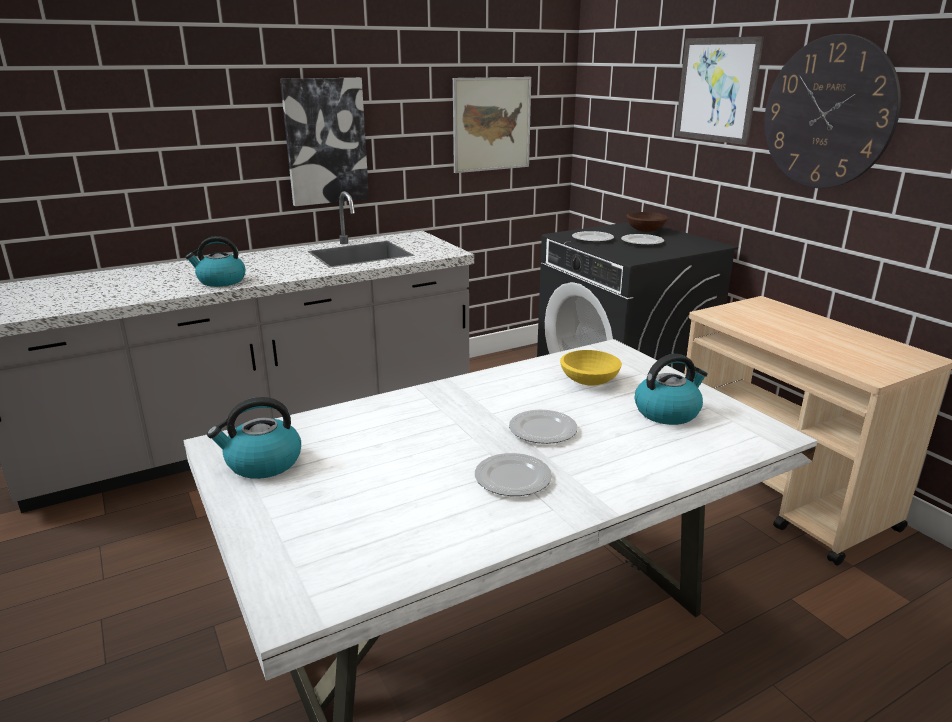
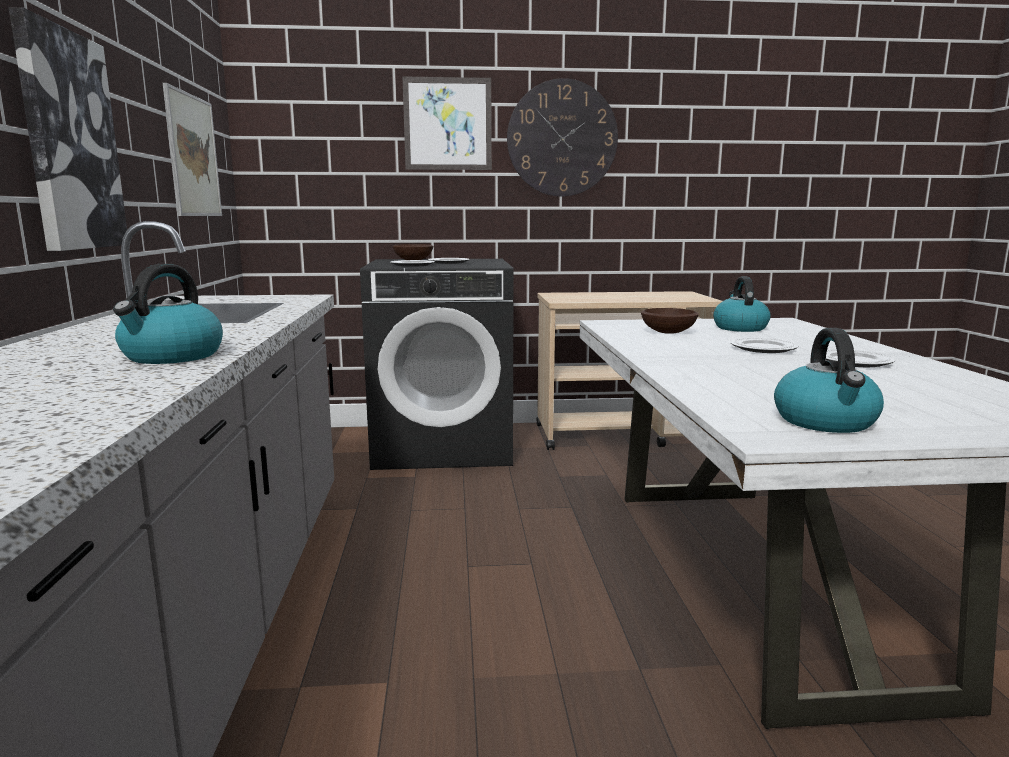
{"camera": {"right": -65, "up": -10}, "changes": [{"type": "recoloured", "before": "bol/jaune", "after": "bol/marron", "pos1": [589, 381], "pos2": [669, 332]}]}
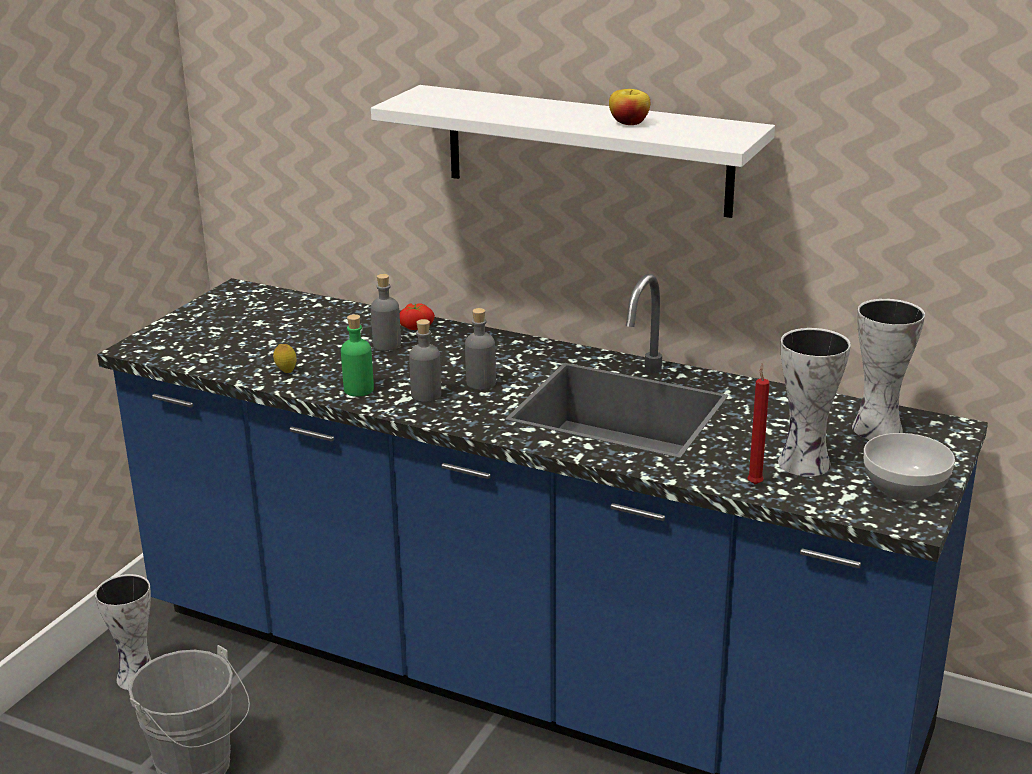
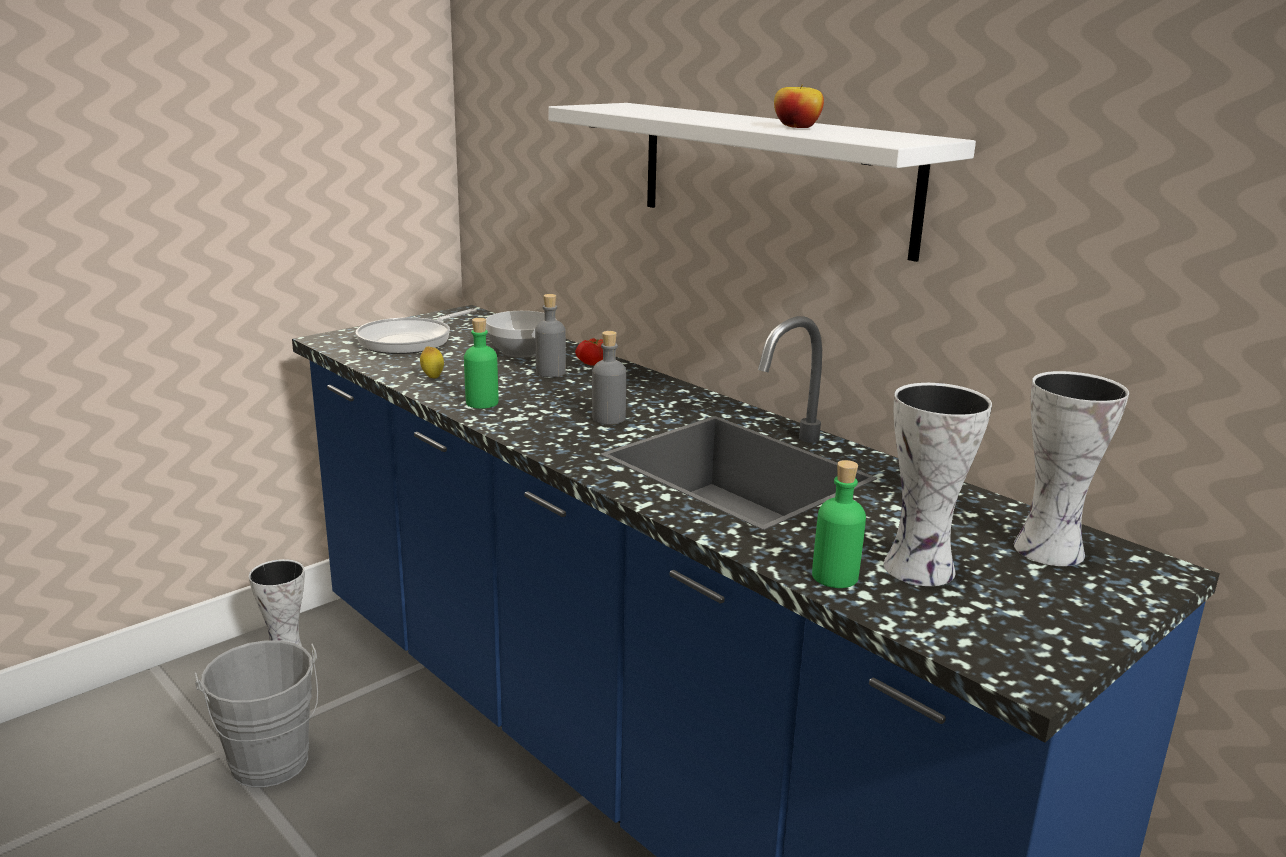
{"camera": {"right": 20, "up": -5}, "changes": [{"type": "removed", "before": "bouteille/gris", "pos1": [426, 395]}, {"type": "replaced", "before": "bougie/rouge", "after": "bouteille/vert", "pos1": [754, 483], "pos2": [835, 576]}, {"type": "moved", "before": "bol", "pos1": [903, 488], "pos2": [521, 351]}, {"type": "added", "after": "poêle", "pos2": [410, 341]}]}
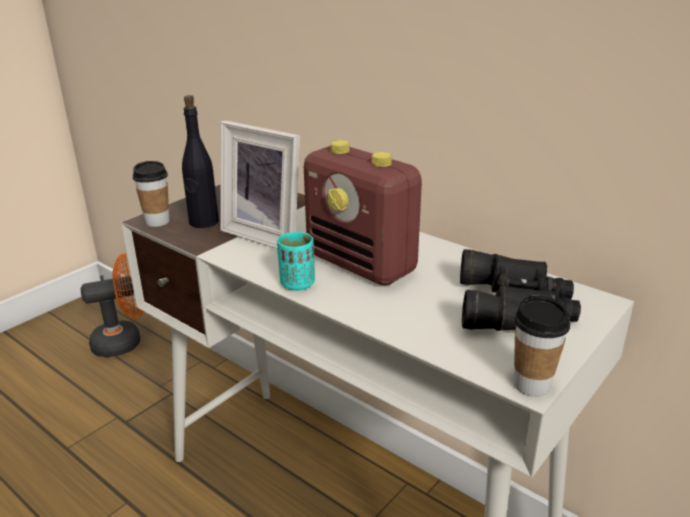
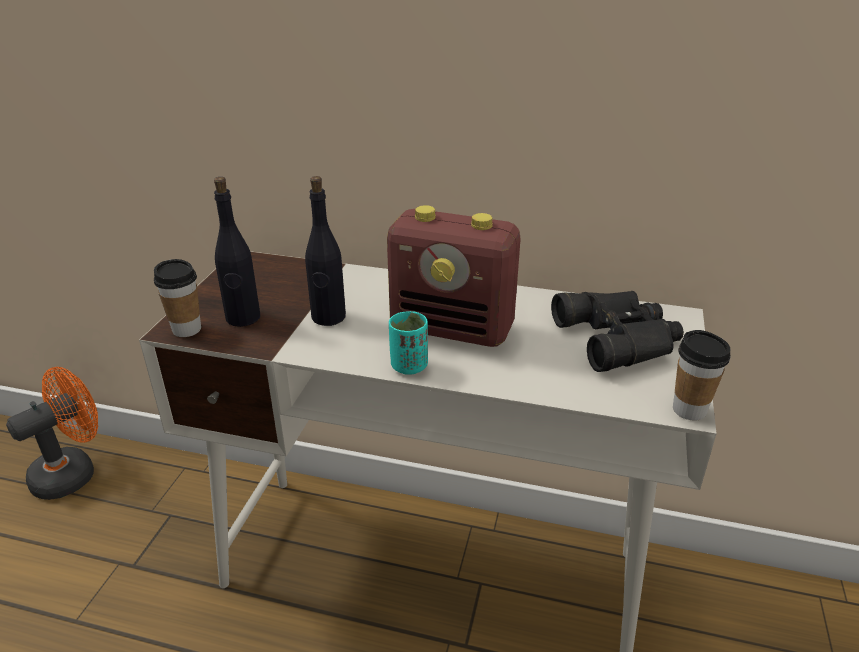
{"camera": {"right": -25, "up": 5}, "changes": [{"type": "replaced", "before": "cadre photo", "after": "bouteille/noir", "pos1": [267, 234], "pos2": [328, 317]}]}
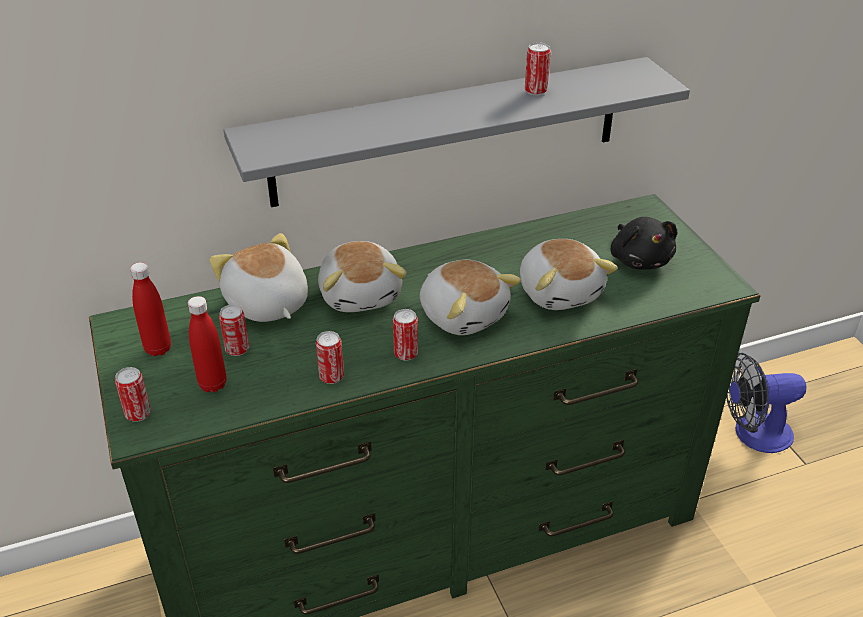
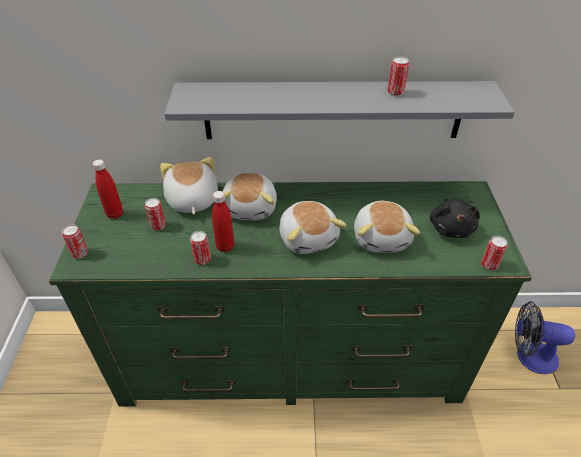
{"camera": {"right": 20, "up": 5}, "changes": [{"type": "moved", "before": "bouteille/rouge", "pos1": [213, 384], "pos2": [225, 246]}, {"type": "moved", "before": "boîte métallique", "pos1": [406, 354], "pos2": [489, 265]}]}
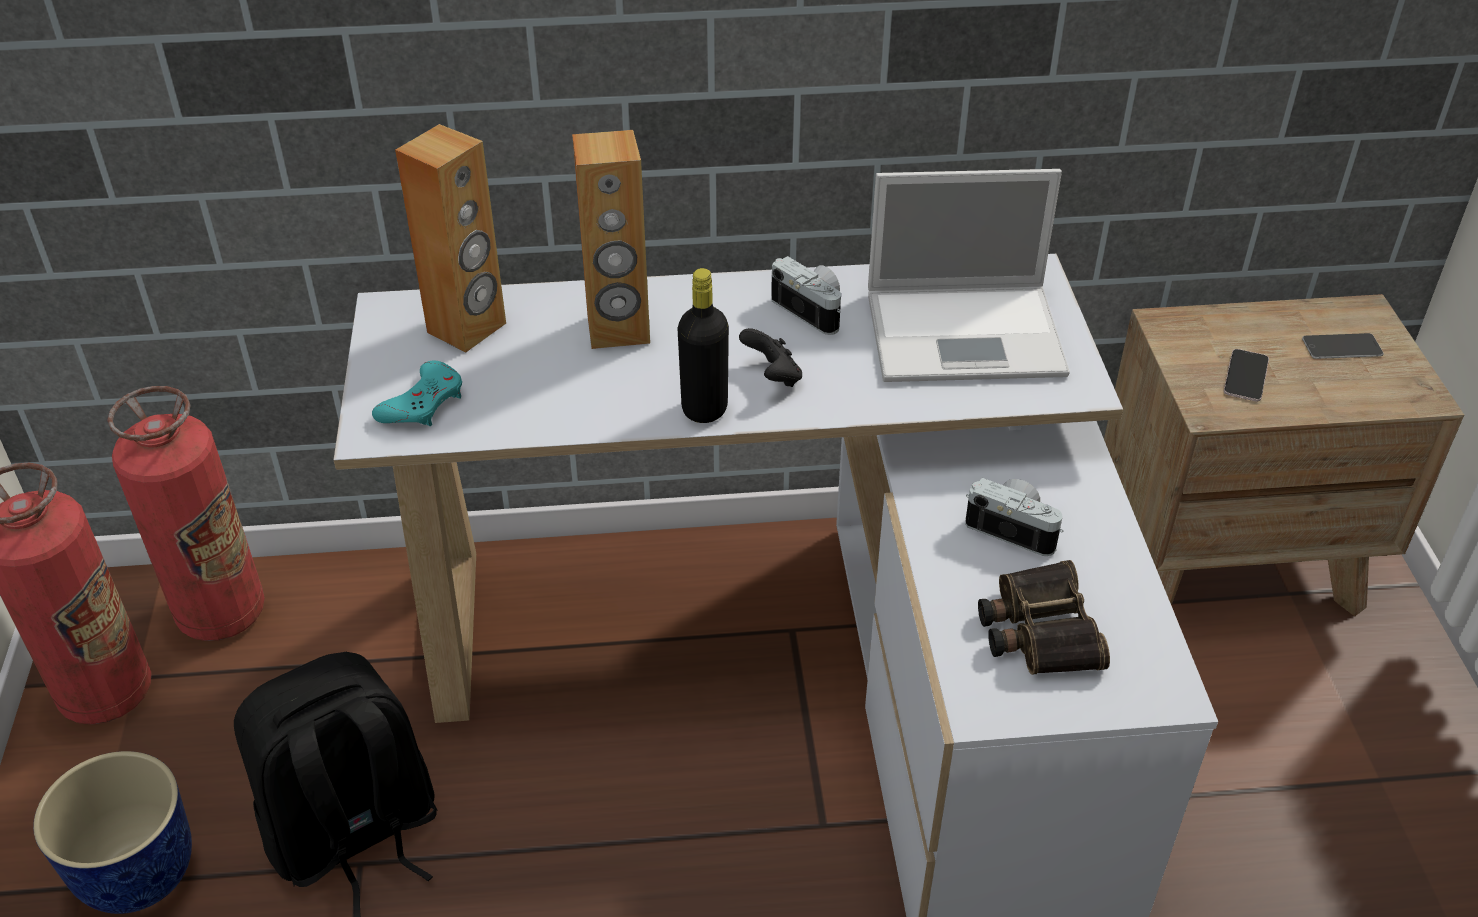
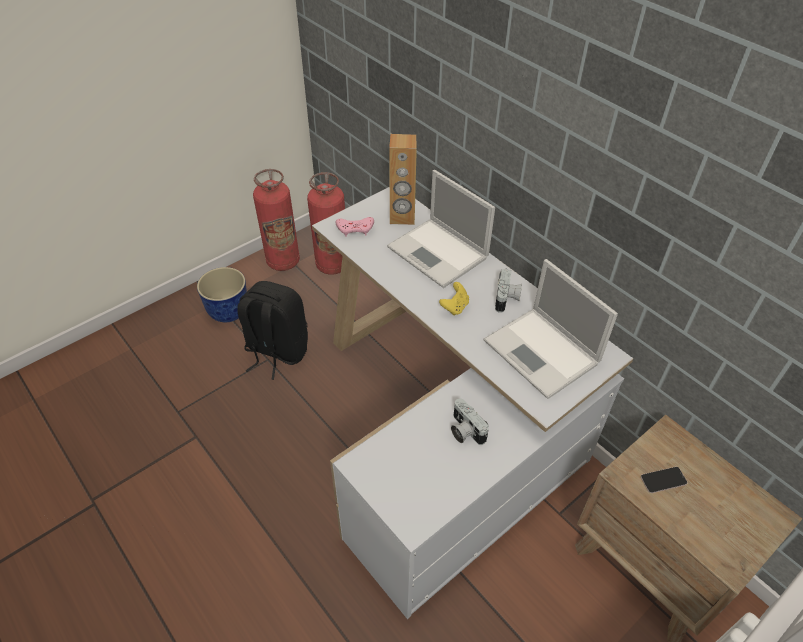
{"camera": {"right": 55, "up": 5}, "changes": [{"type": "recoloured", "before": "manette/turquoise", "after": "manette/rose", "pos1": [423, 403], "pos2": [355, 229]}, {"type": "replaced", "before": "enceinte/marron", "after": "ordinateur portable", "pos1": [618, 330], "pos2": [439, 253]}, {"type": "removed", "before": "bouteille/noir", "pos1": [704, 409]}, {"type": "recoloured", "before": "manette/noir", "after": "manette/jaune", "pos1": [773, 377], "pos2": [455, 307]}, {"type": "turned", "before": "appareil photo", "pos1": [1014, 528], "pos2": [464, 431], "turn": 150}, {"type": "removed", "before": "jumelles", "pos1": [1038, 630]}, {"type": "removed", "before": "téléphone", "pos1": [1342, 346]}]}
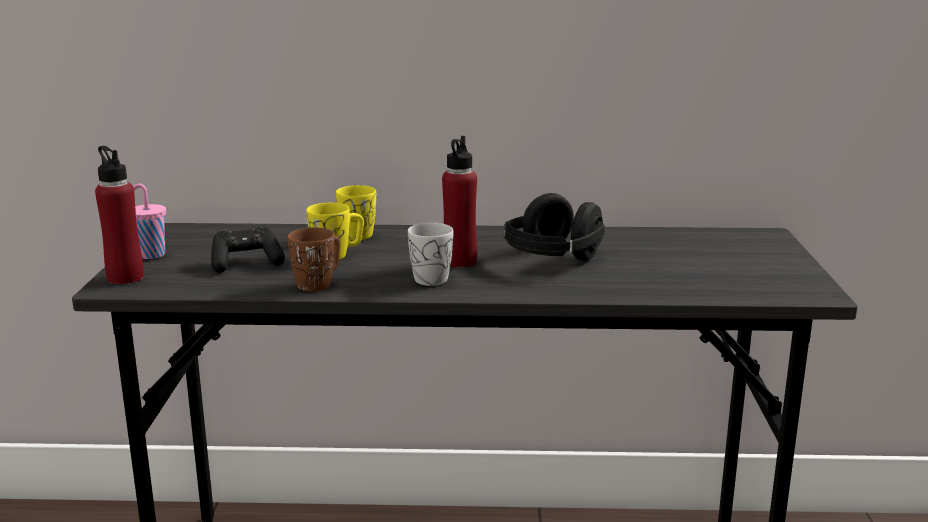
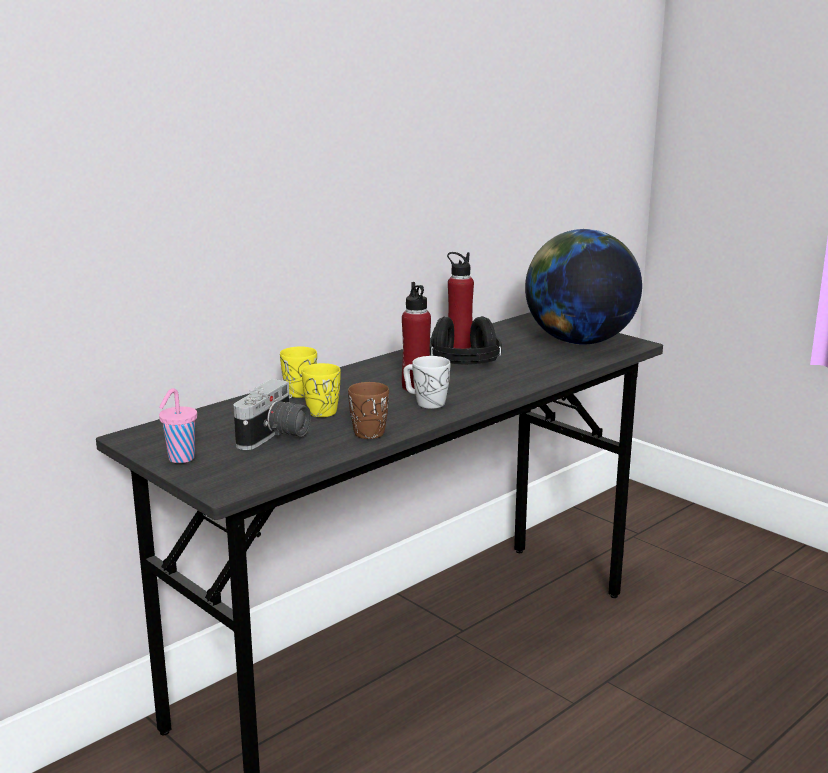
{"camera": {"right": -45, "up": 0}, "changes": [{"type": "moved", "before": "bouteille/rouge", "pos1": [125, 278], "pos2": [459, 345]}, {"type": "replaced", "before": "manette/noir", "after": "appareil photo", "pos1": [246, 263], "pos2": [276, 437]}, {"type": "added", "after": "globe", "pos2": [579, 341]}]}
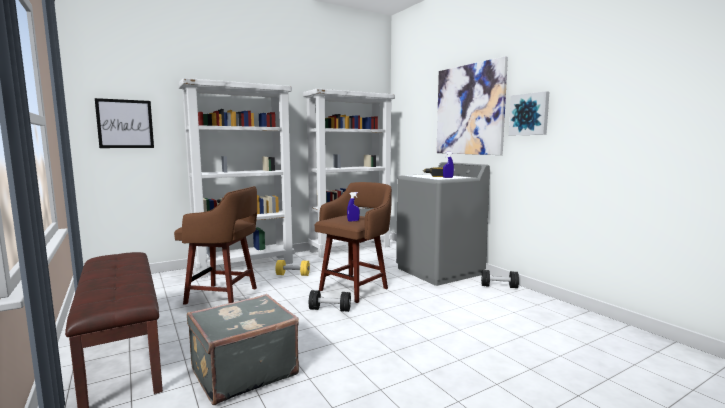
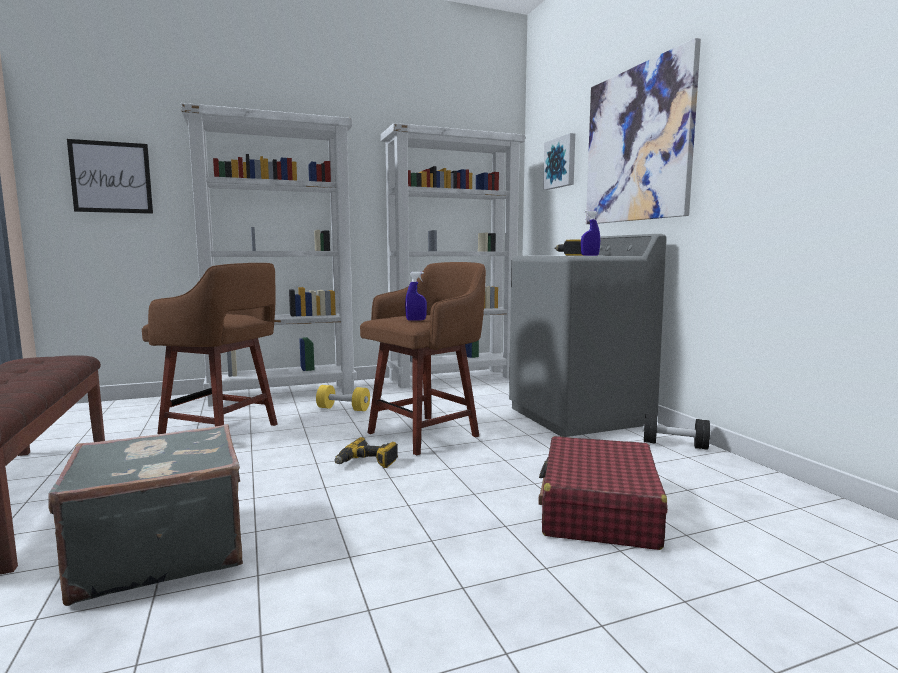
{"camera": {"right": 10, "up": 0}, "changes": [{"type": "replaced", "before": "haltère/noir", "after": "perceuse", "pos1": [330, 309], "pos2": [366, 462]}, {"type": "moved", "before": "tableau", "pos1": [529, 114], "pos2": [561, 163]}, {"type": "added", "after": "valise/rouge", "pos2": [598, 509]}]}
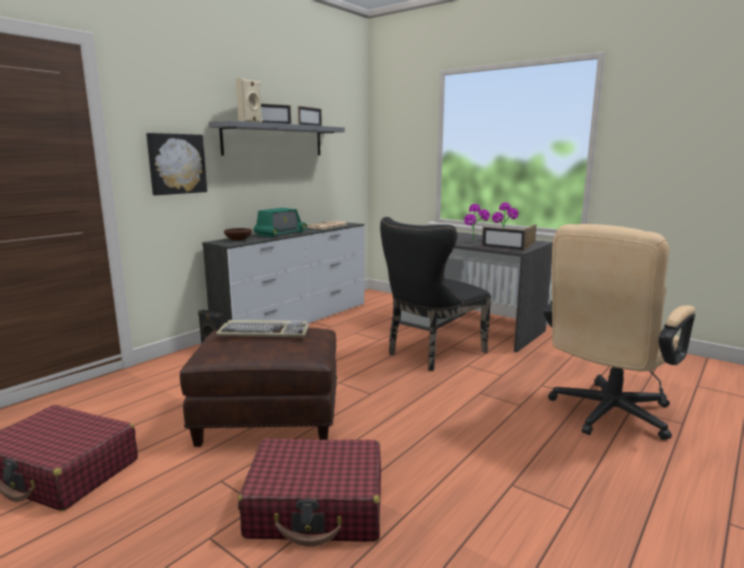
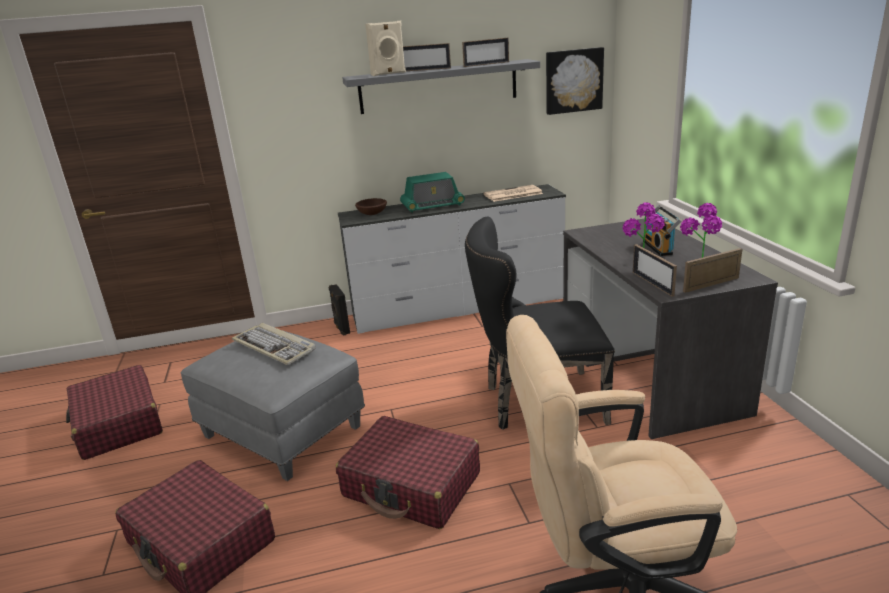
{"camera": {"right": 40, "up": 10}, "changes": [{"type": "moved", "before": "tableau", "pos1": [176, 164], "pos2": [573, 80]}, {"type": "recoloured", "before": "pouf/marron", "after": "pouf/gris", "pos1": [270, 419], "pos2": [284, 431]}, {"type": "added", "after": "valise/rouge", "pos2": [412, 485]}, {"type": "added", "after": "radio", "pos2": [659, 247]}]}
